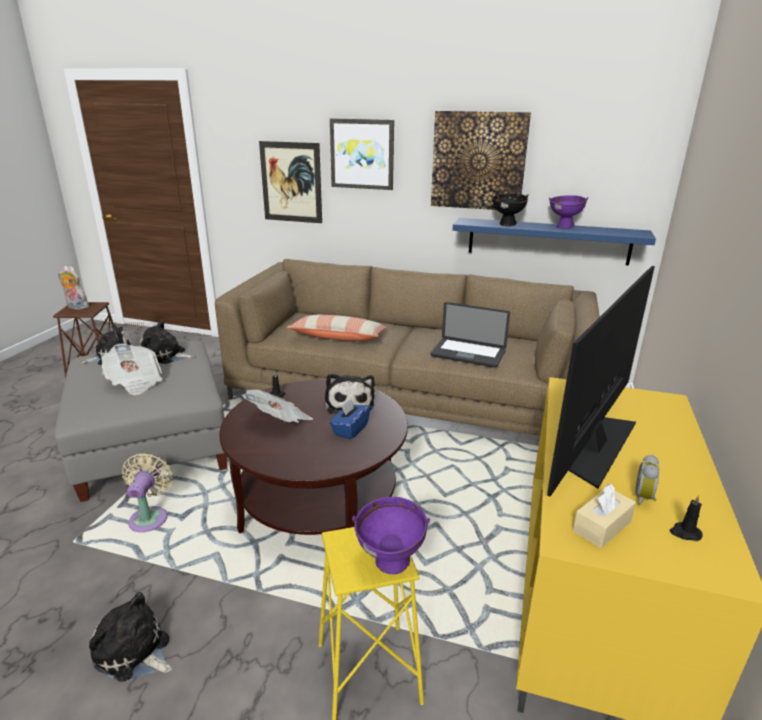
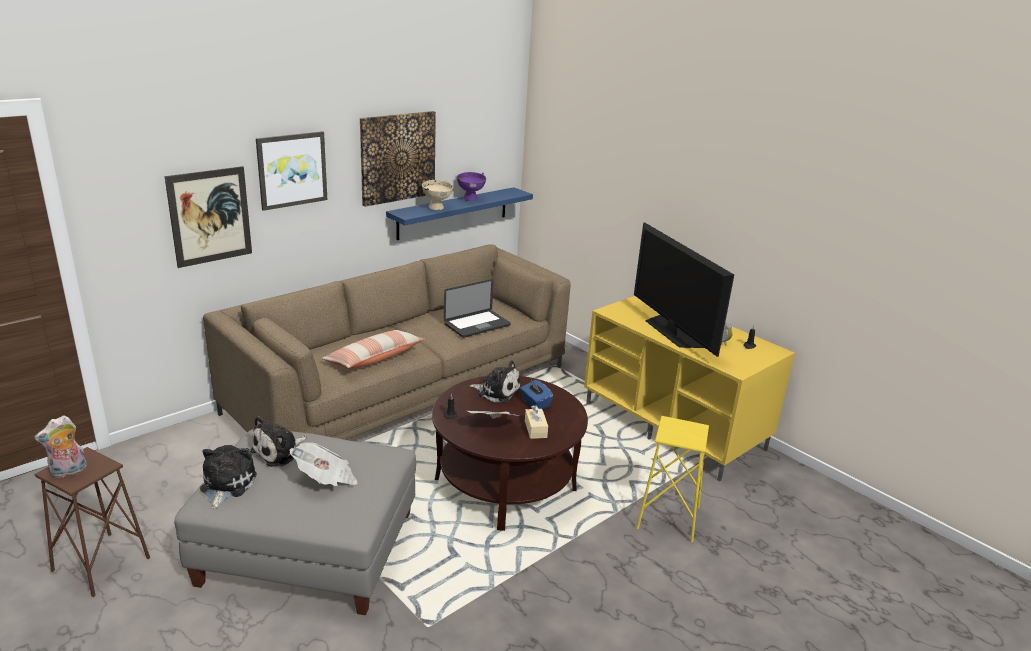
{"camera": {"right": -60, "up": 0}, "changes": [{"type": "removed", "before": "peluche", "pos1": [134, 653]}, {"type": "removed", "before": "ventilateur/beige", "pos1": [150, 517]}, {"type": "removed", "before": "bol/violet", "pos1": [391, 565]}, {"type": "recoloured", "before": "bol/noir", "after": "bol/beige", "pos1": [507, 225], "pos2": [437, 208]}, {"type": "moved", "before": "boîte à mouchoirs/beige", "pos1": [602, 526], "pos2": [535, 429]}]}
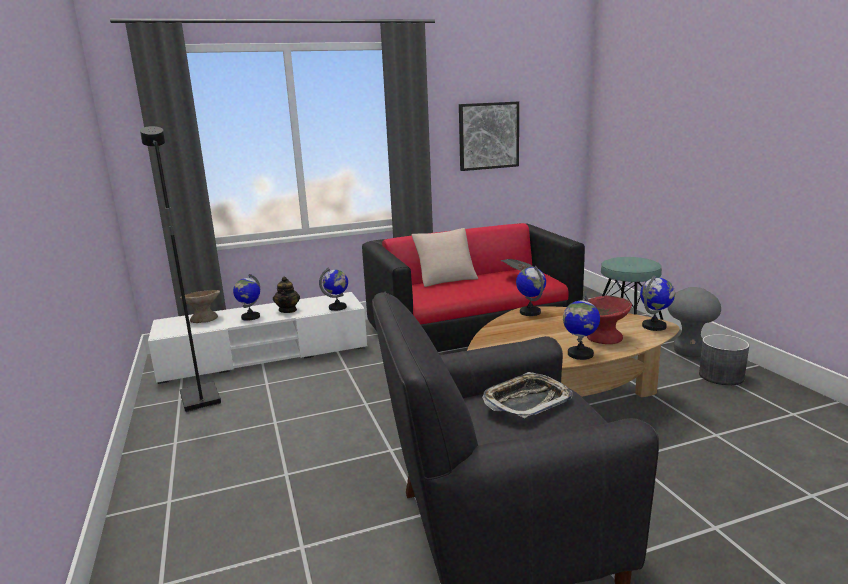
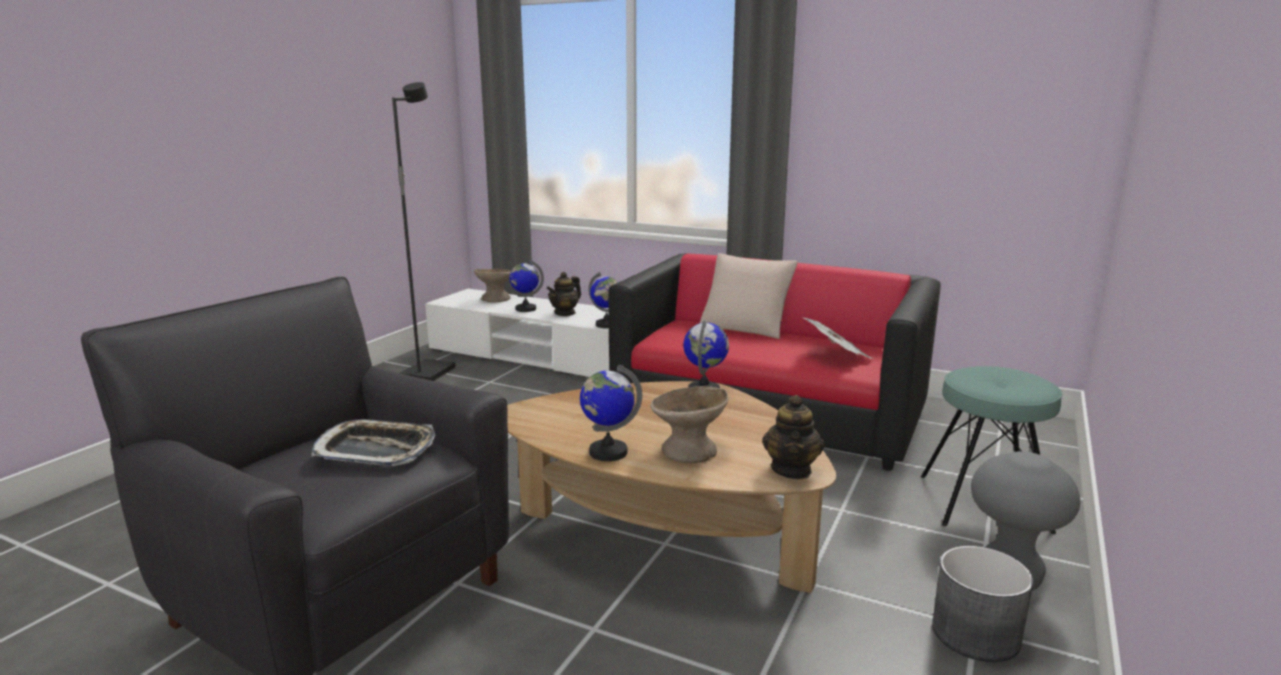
{"camera": {"right": 45, "up": 0}, "changes": [{"type": "removed", "before": "tableau", "pos1": [488, 136]}, {"type": "recoloured", "before": "bol/rouge", "after": "bol/beige", "pos1": [604, 338], "pos2": [689, 451]}, {"type": "replaced", "before": "globe", "after": "théière", "pos1": [654, 326], "pos2": [792, 470]}]}
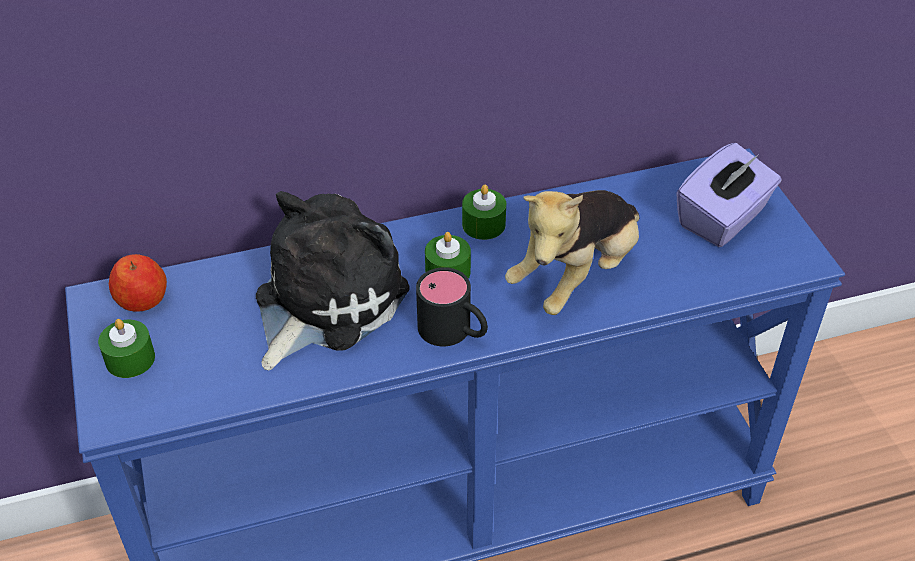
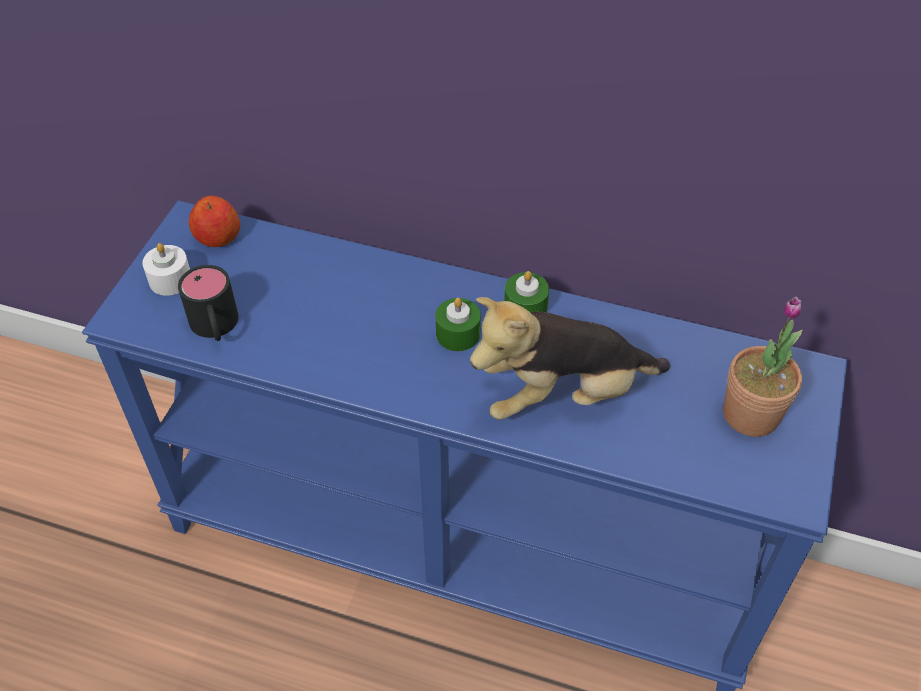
{"camera": {"right": 35, "up": 5}, "changes": [{"type": "recoloured", "before": "bougie/vert", "after": "bougie/blanc", "pos1": [130, 359], "pos2": [170, 279]}, {"type": "removed", "before": "peluche", "pos1": [324, 300]}, {"type": "moved", "before": "mug/noir", "pos1": [454, 332], "pos2": [215, 327]}, {"type": "replaced", "before": "boîte à mouchoirs/violet", "after": "plante en pot", "pos1": [723, 219], "pos2": [750, 414]}]}
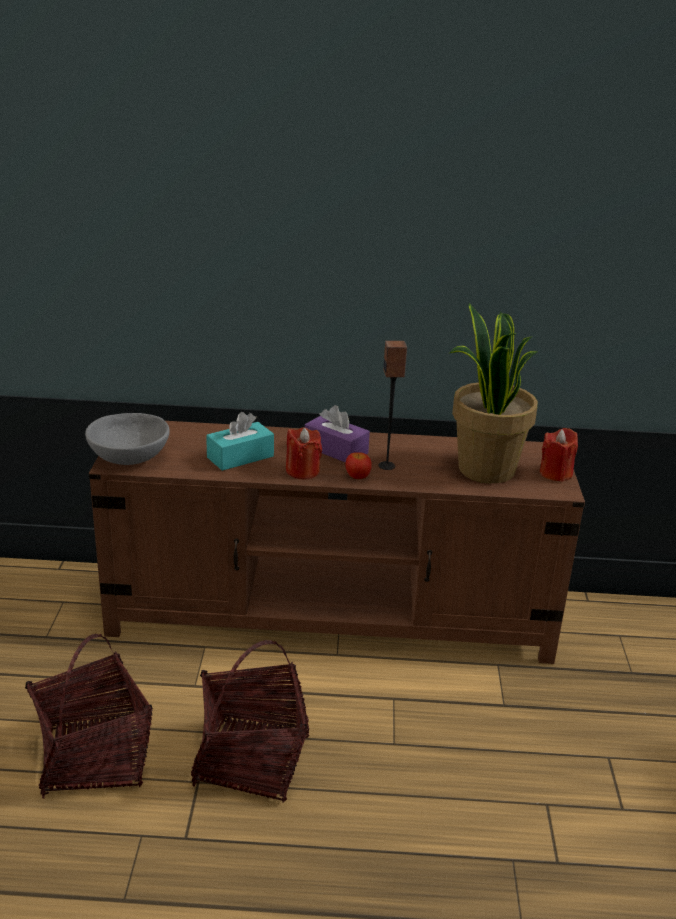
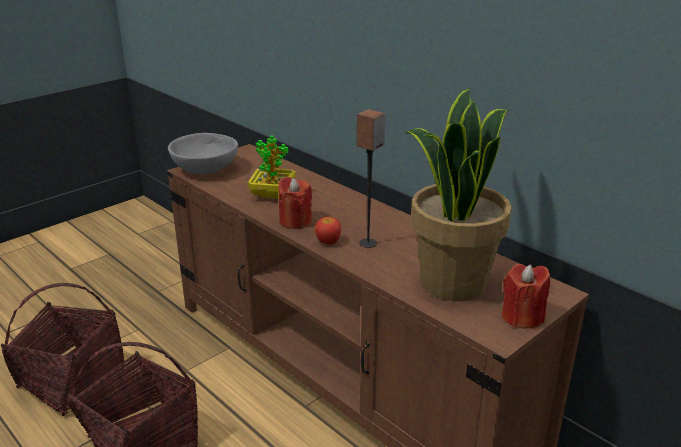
{"camera": {"right": 45, "up": 0}, "changes": [{"type": "replaced", "before": "boîte à mouchoirs/turquoise", "after": "plante en pot", "pos1": [240, 457], "pos2": [272, 194]}, {"type": "removed", "before": "boîte à mouchoirs/violet", "pos1": [336, 450]}]}
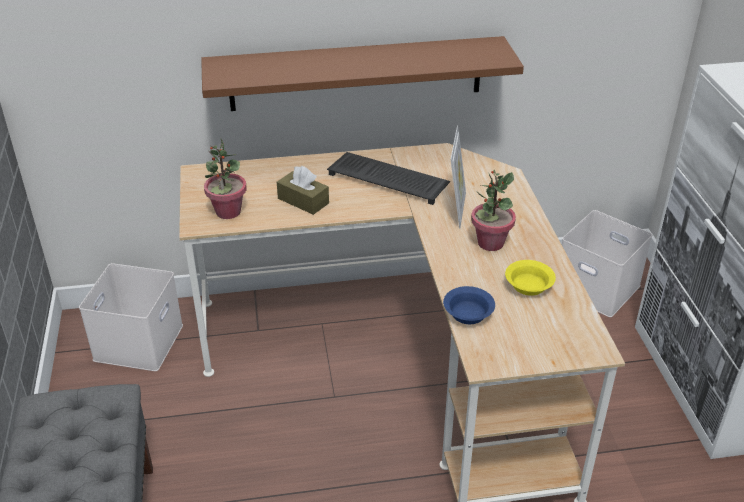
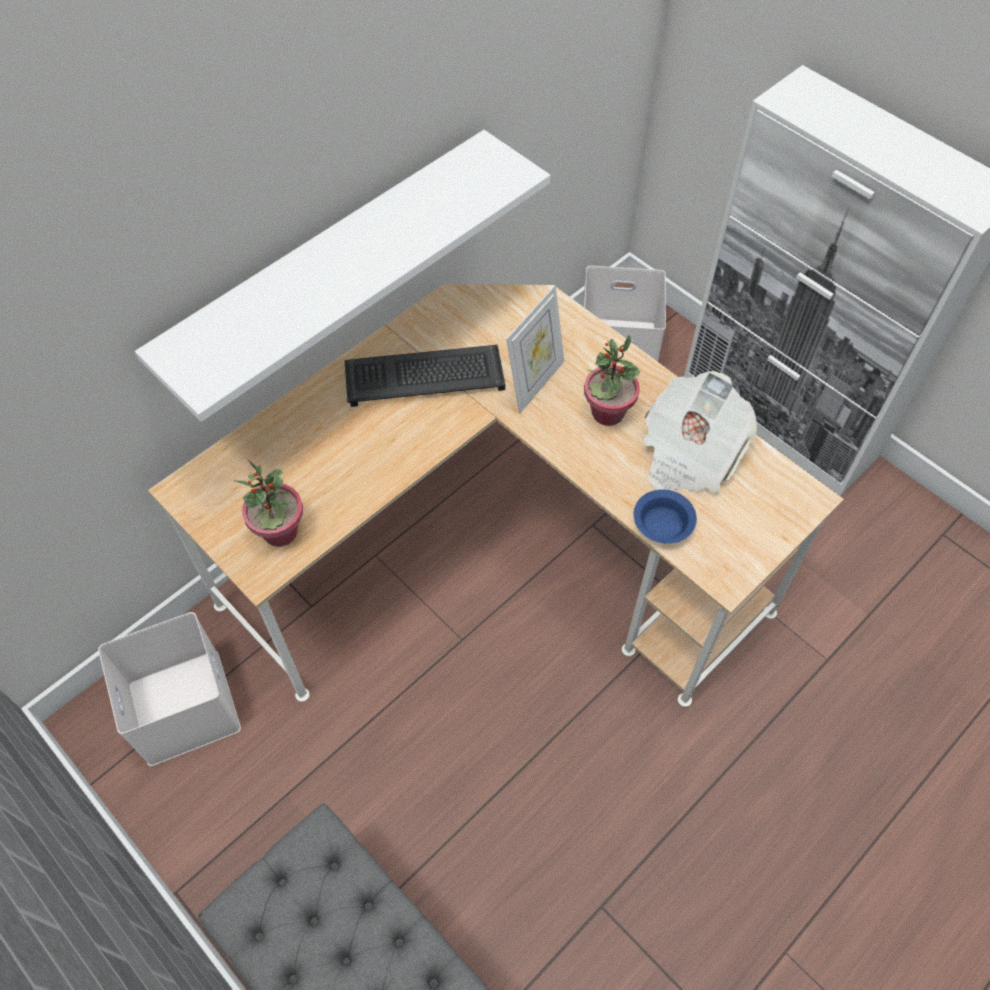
{"camera": {"right": -35, "up": 20}, "changes": [{"type": "recoloured", "before": "étagère/marron", "after": "étagère/blanc", "pos1": [356, 73], "pos2": [329, 262]}, {"type": "removed", "before": "boîte à mouchoirs/marron", "pos1": [303, 201]}, {"type": "turned", "before": "cadre photo", "pos1": [456, 209], "pos2": [535, 383], "turn": 60}, {"type": "replaced", "before": "bol/jaune", "after": "journal", "pos1": [528, 287], "pos2": [689, 453]}]}
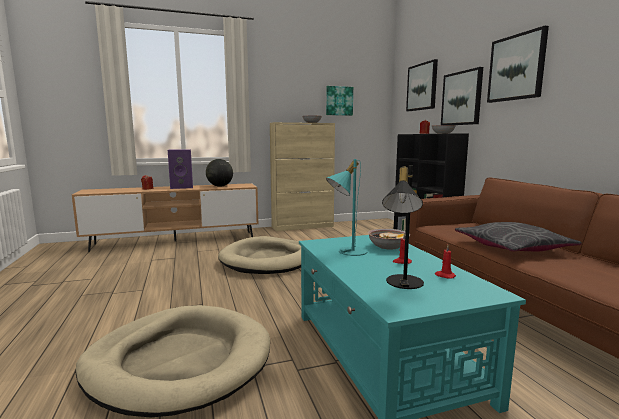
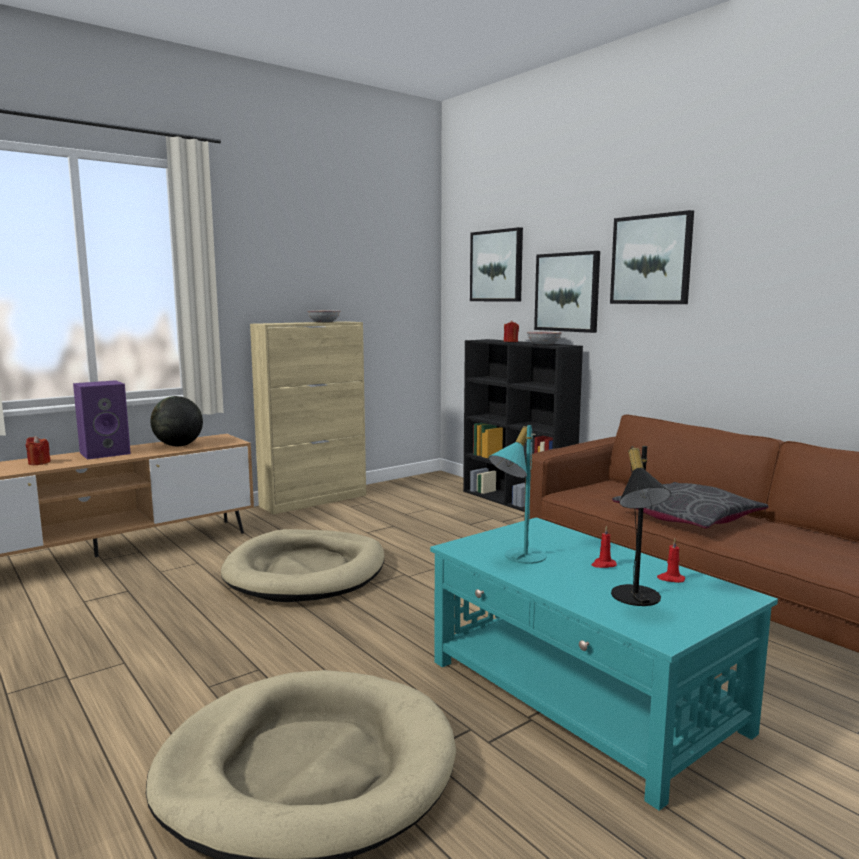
{"camera": {"right": -20, "up": 0}, "changes": [{"type": "removed", "before": "tableau", "pos1": [339, 101]}, {"type": "removed", "before": "bol", "pos1": [388, 247]}]}
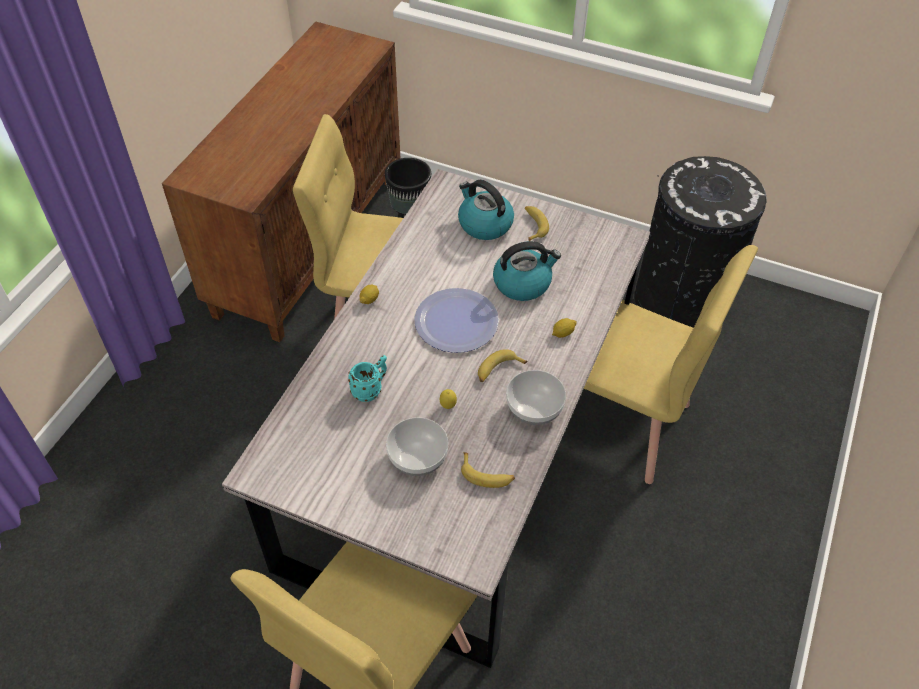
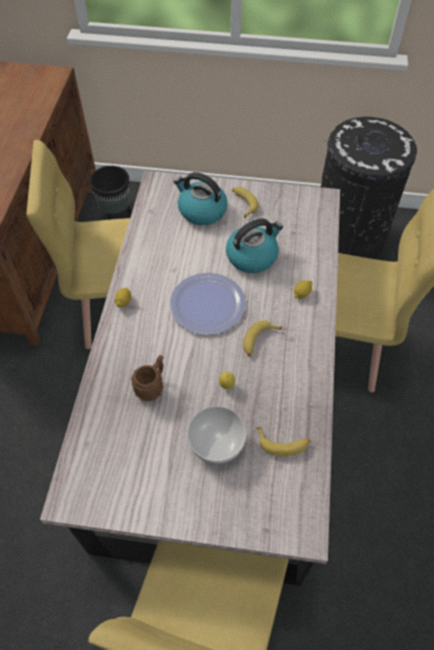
{"camera": {"right": -15, "up": 5}, "changes": [{"type": "recoloured", "before": "mug/turquoise", "after": "mug/marron", "pos1": [370, 389], "pos2": [152, 387]}, {"type": "removed", "before": "bol", "pos1": [533, 409]}]}
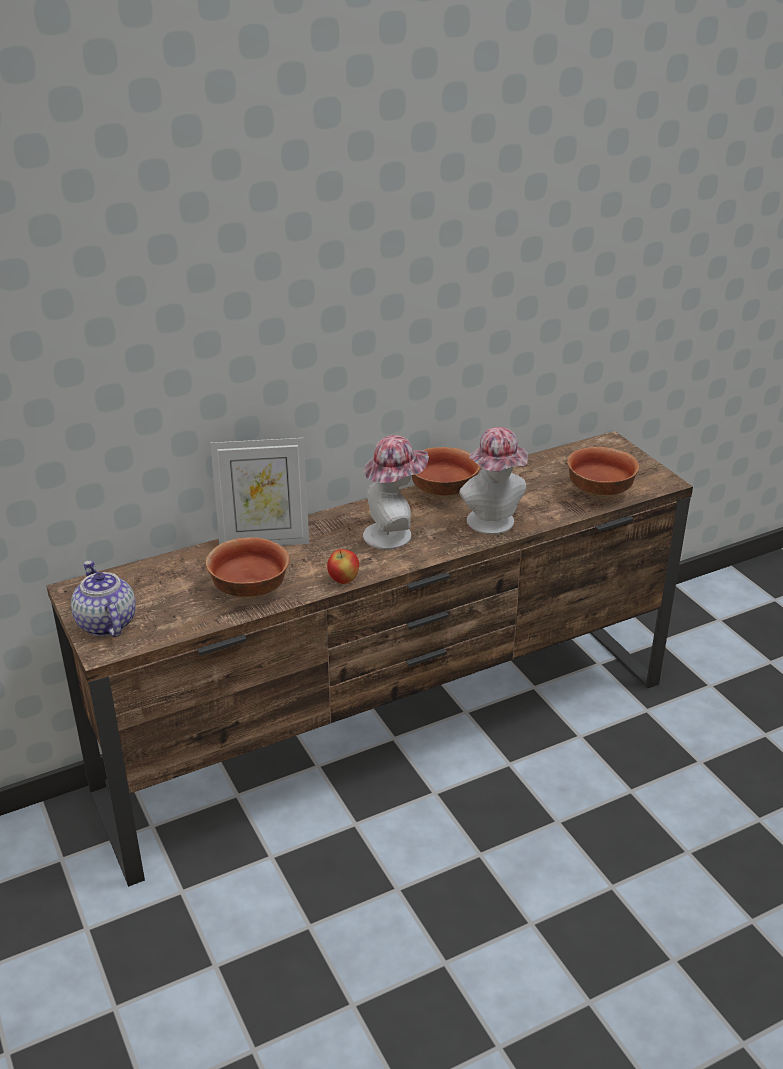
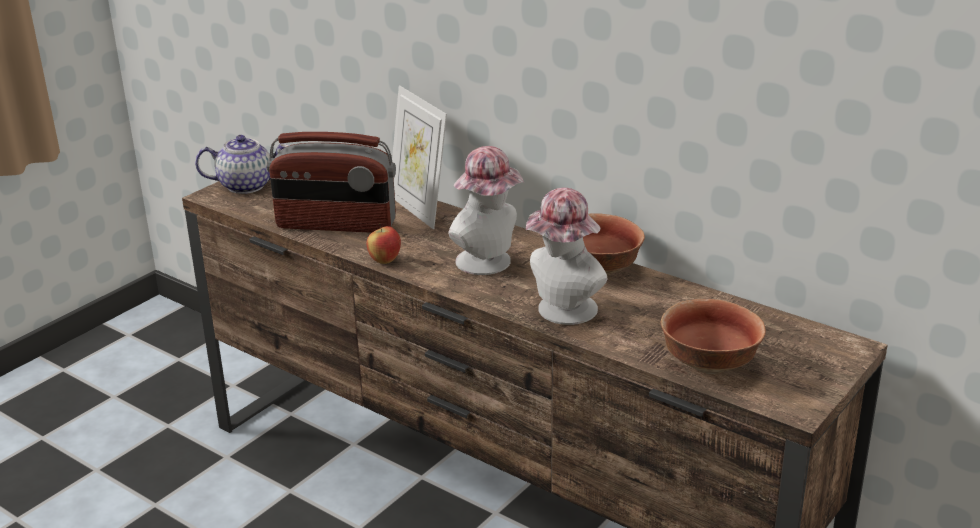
{"camera": {"right": 65, "up": -5}, "changes": [{"type": "turned", "before": "théière", "pos1": [105, 623], "pos2": [247, 185], "turn": 45}, {"type": "replaced", "before": "bol", "after": "radio", "pos1": [250, 590], "pos2": [336, 225]}]}
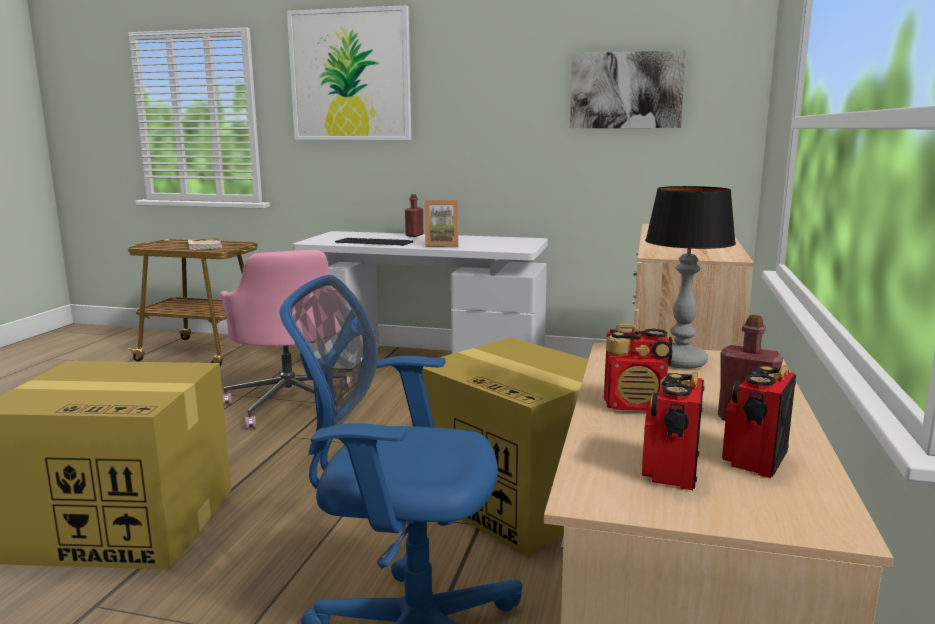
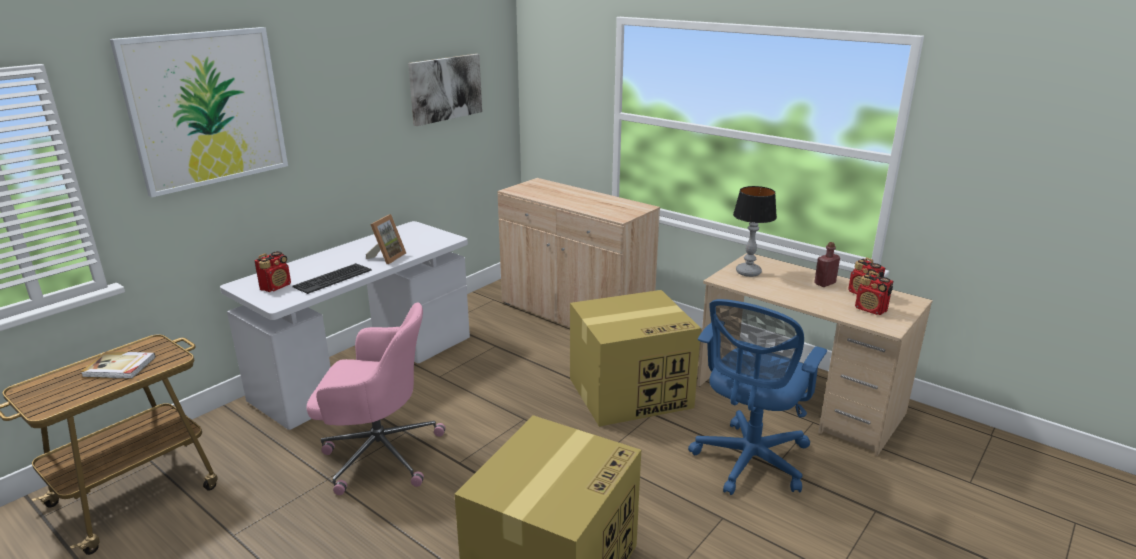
{"camera": {"right": -65, "up": 10}, "changes": [{"type": "removed", "before": "bouteille/rouge", "pos1": [414, 235]}, {"type": "moved", "before": "radio", "pos1": [635, 405], "pos2": [276, 287]}]}
